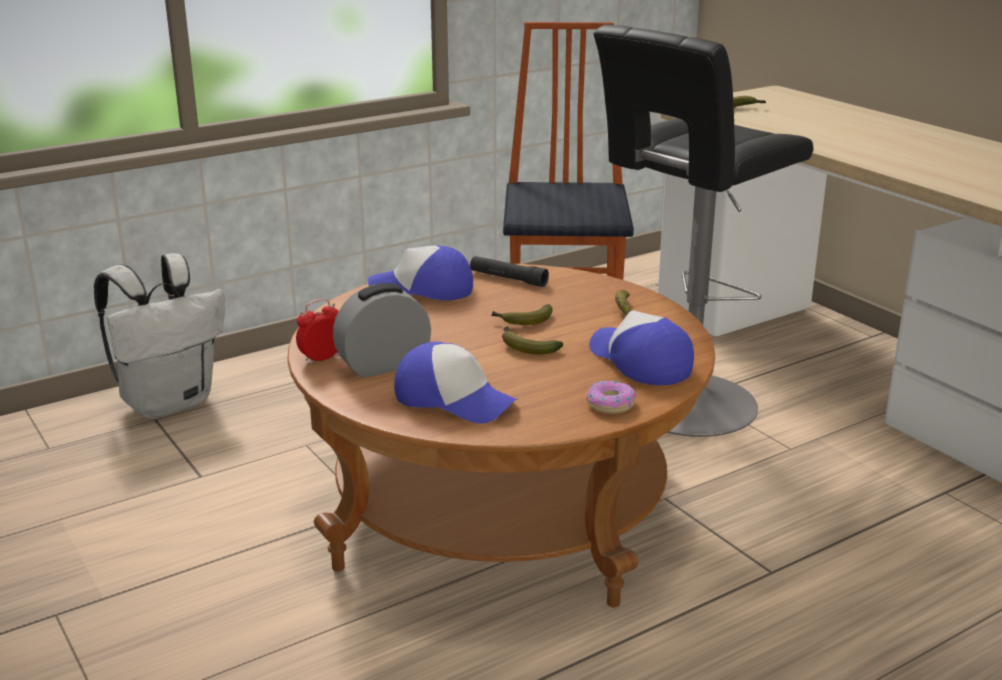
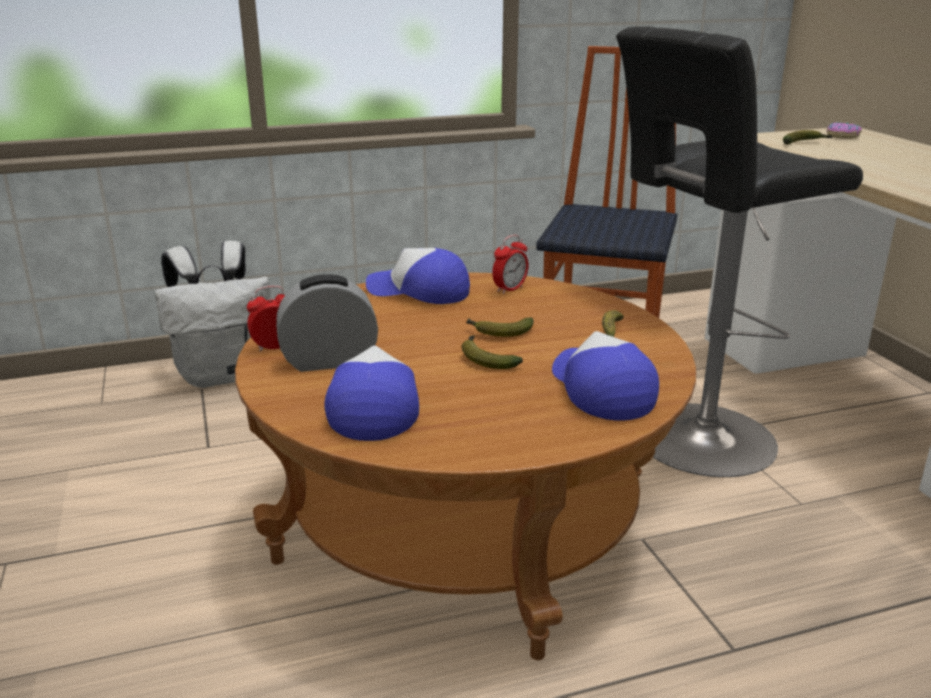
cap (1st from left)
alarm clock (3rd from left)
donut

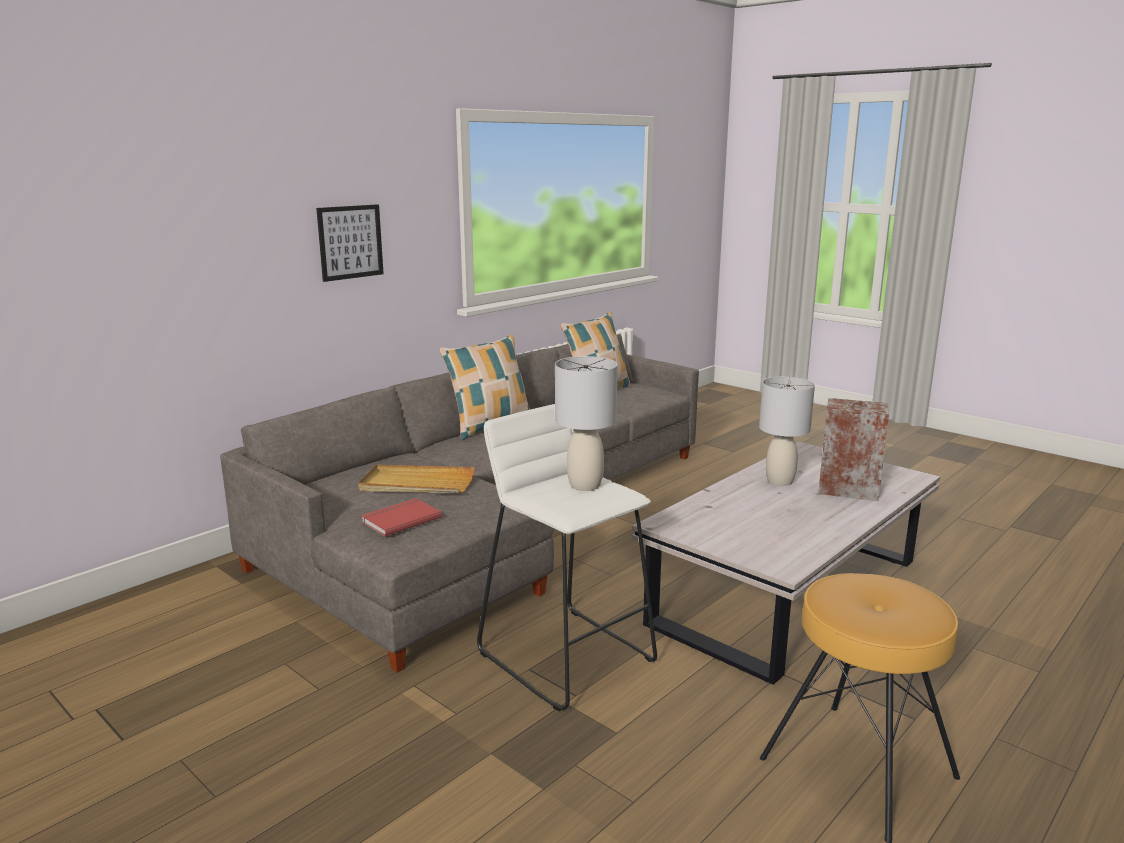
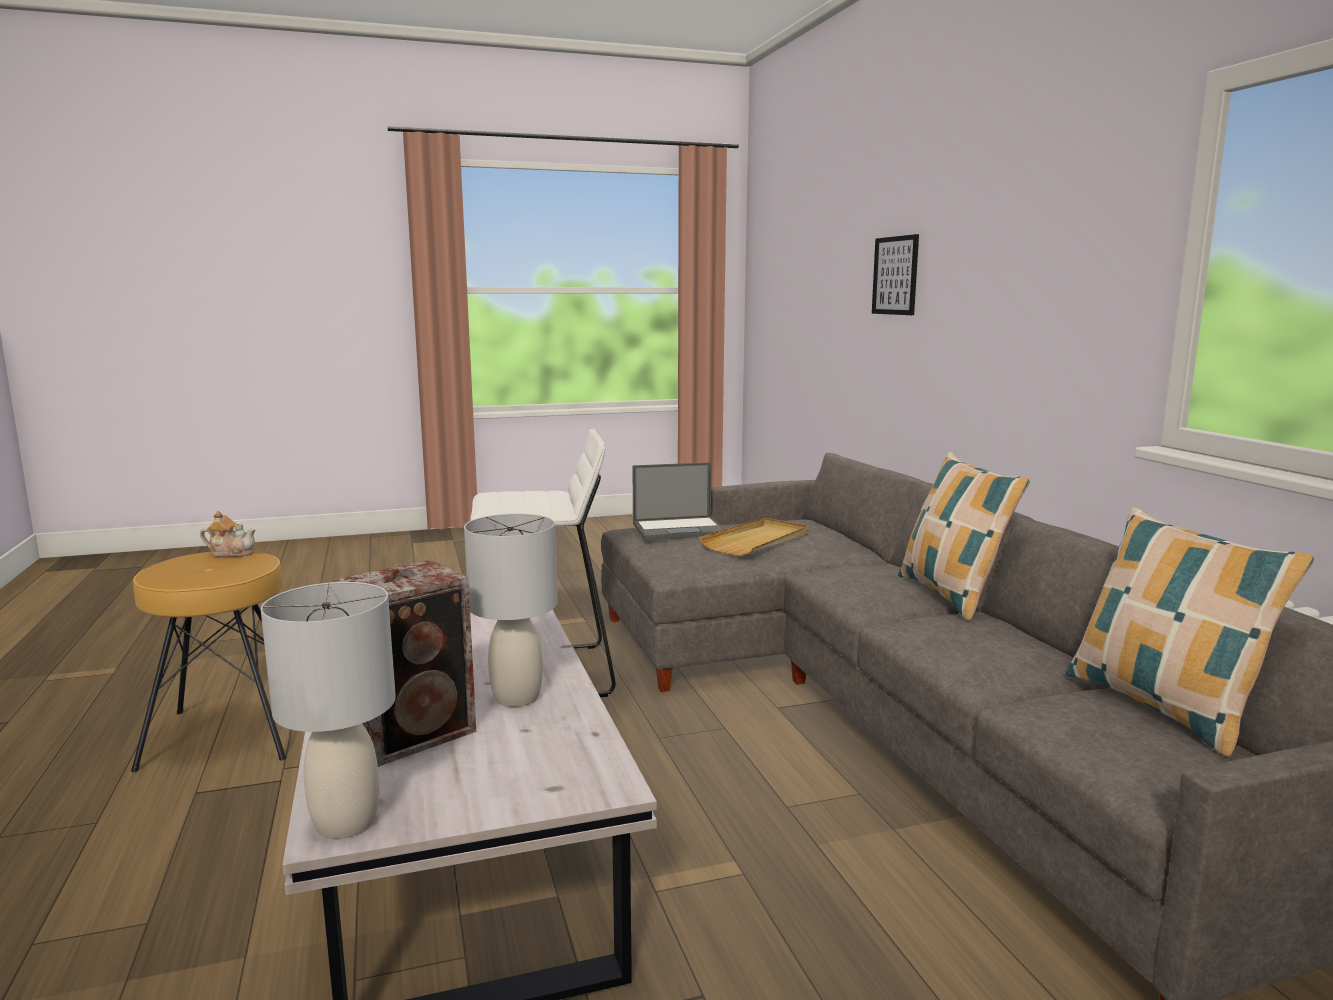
picture
laptop
grey table lamp (1st from left)
teapot

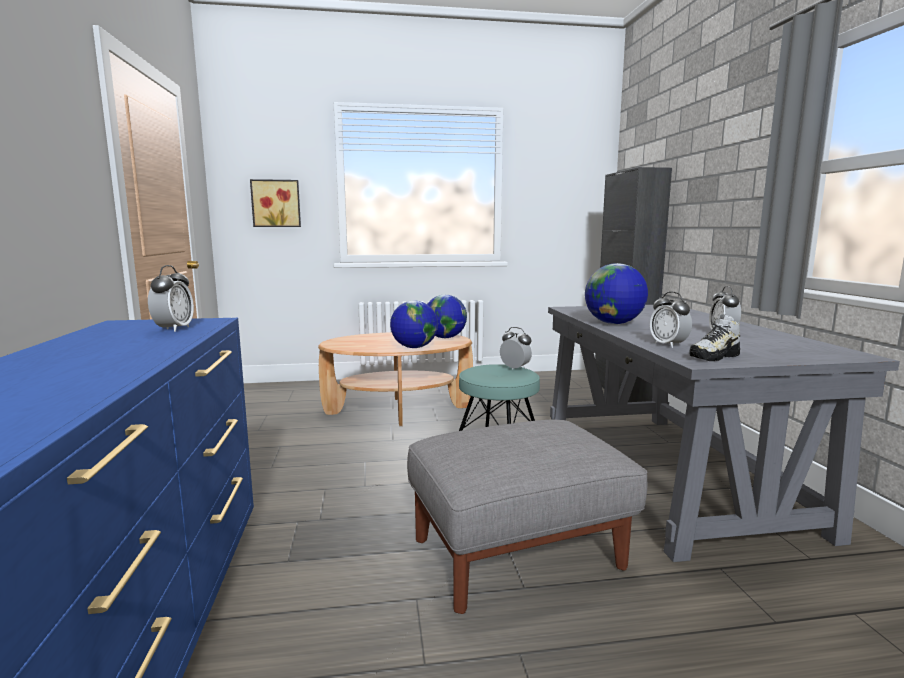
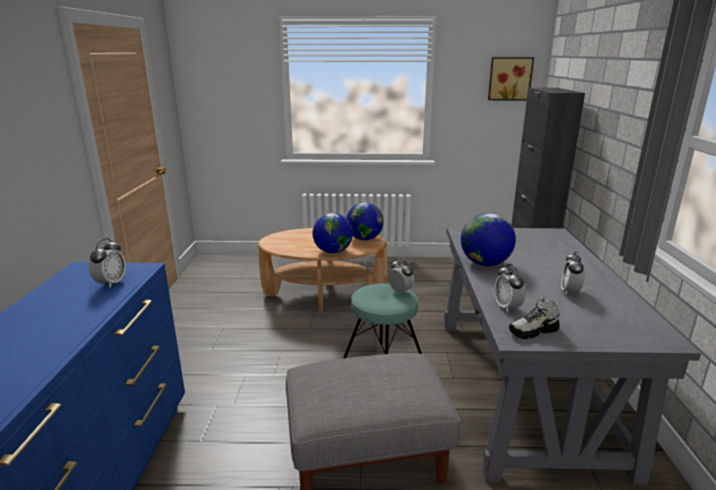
picture

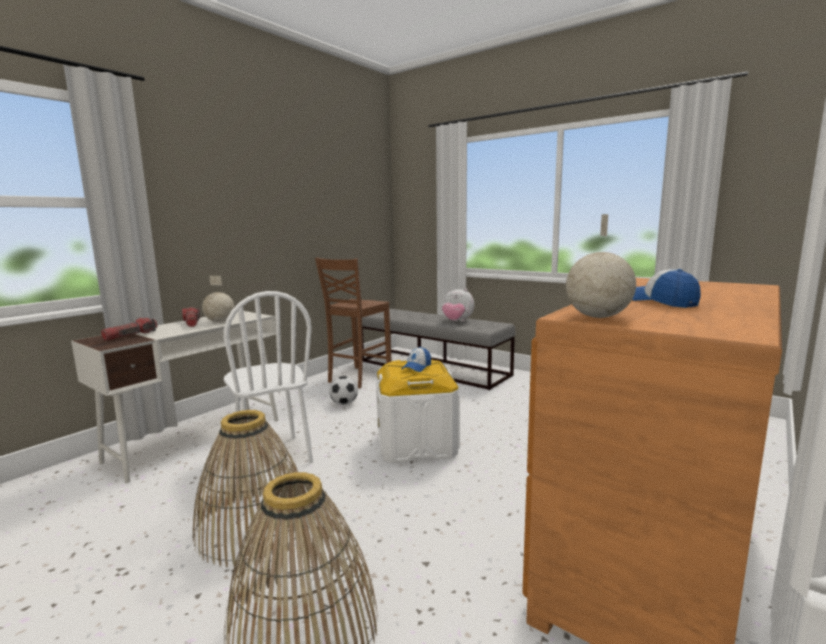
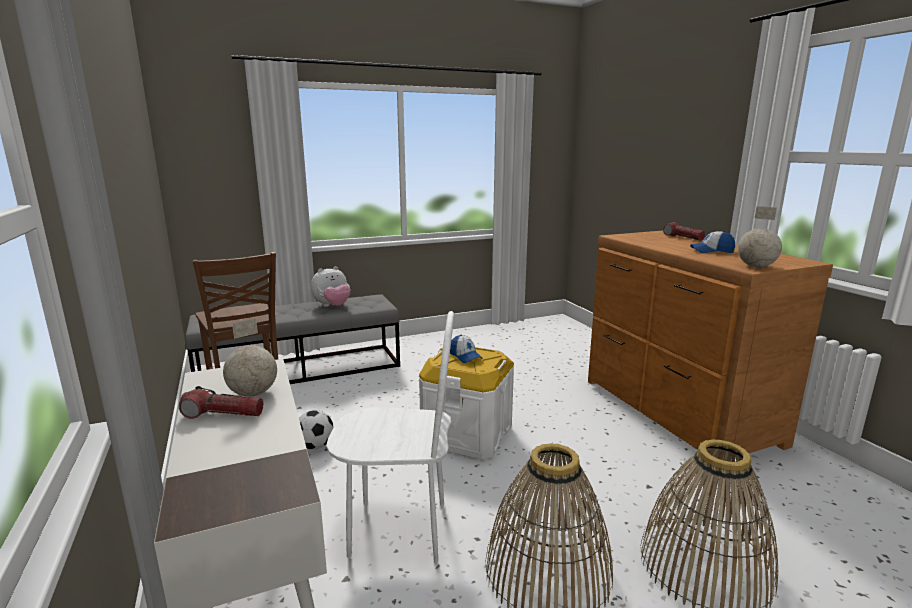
flashlight (2nd from left)

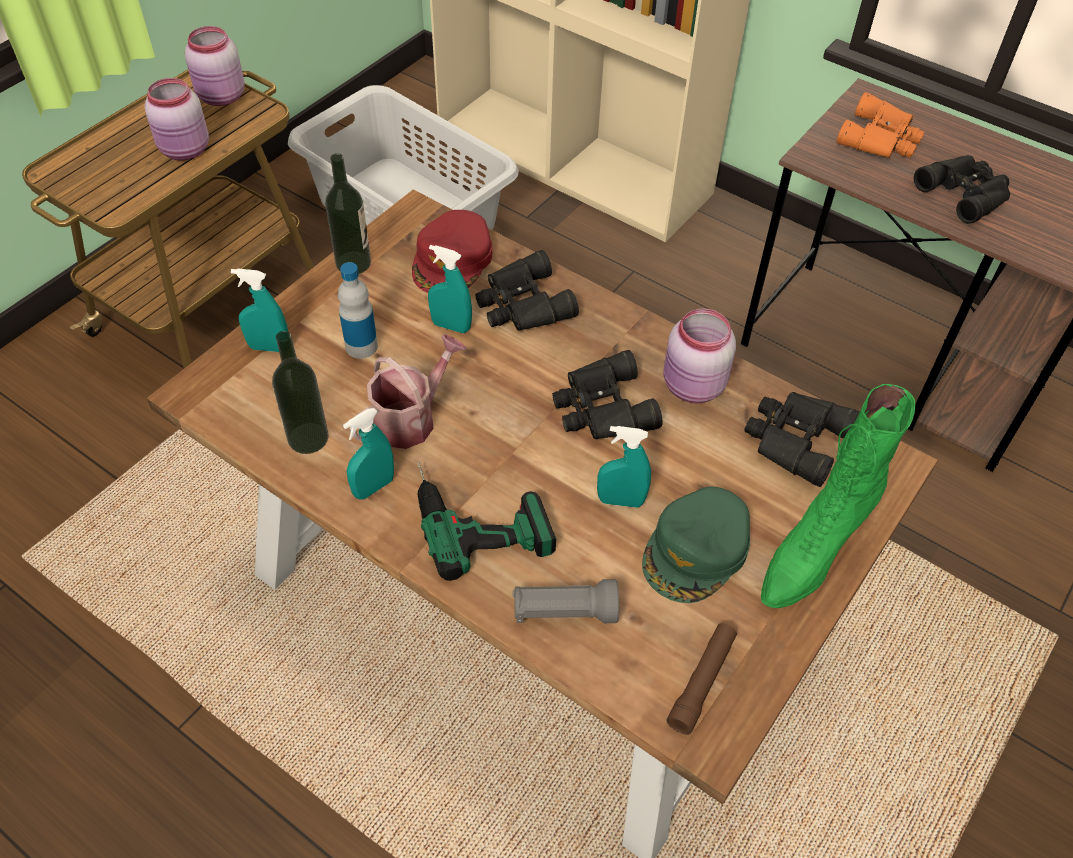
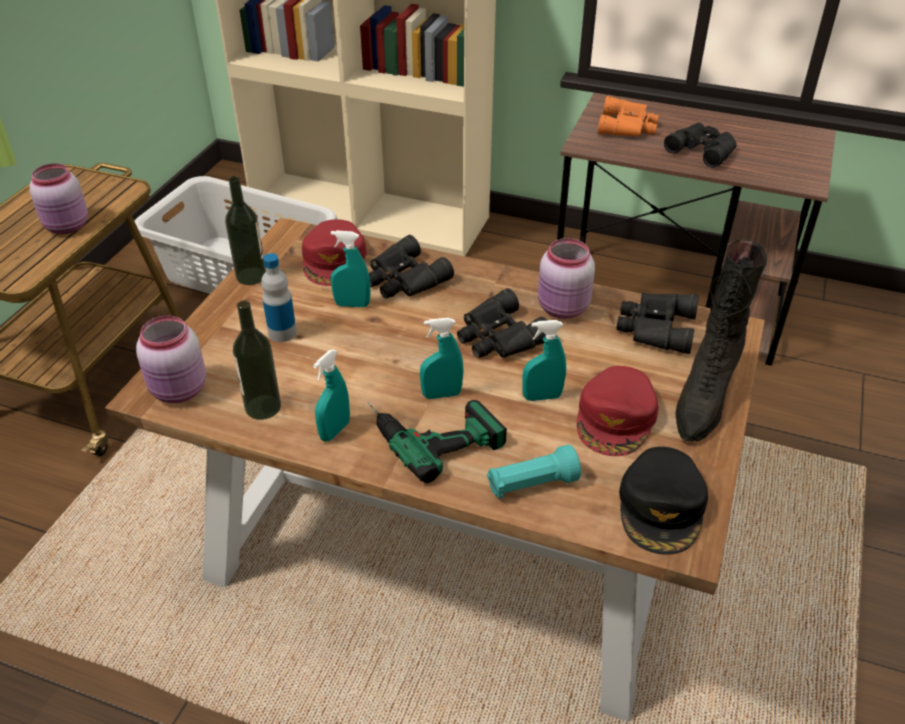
pink jar (2nd from left)
turquoise spray bottle (3rd from left)
watering can
turquoise flashlight
red cap (2nd from left)
black cap
black boot

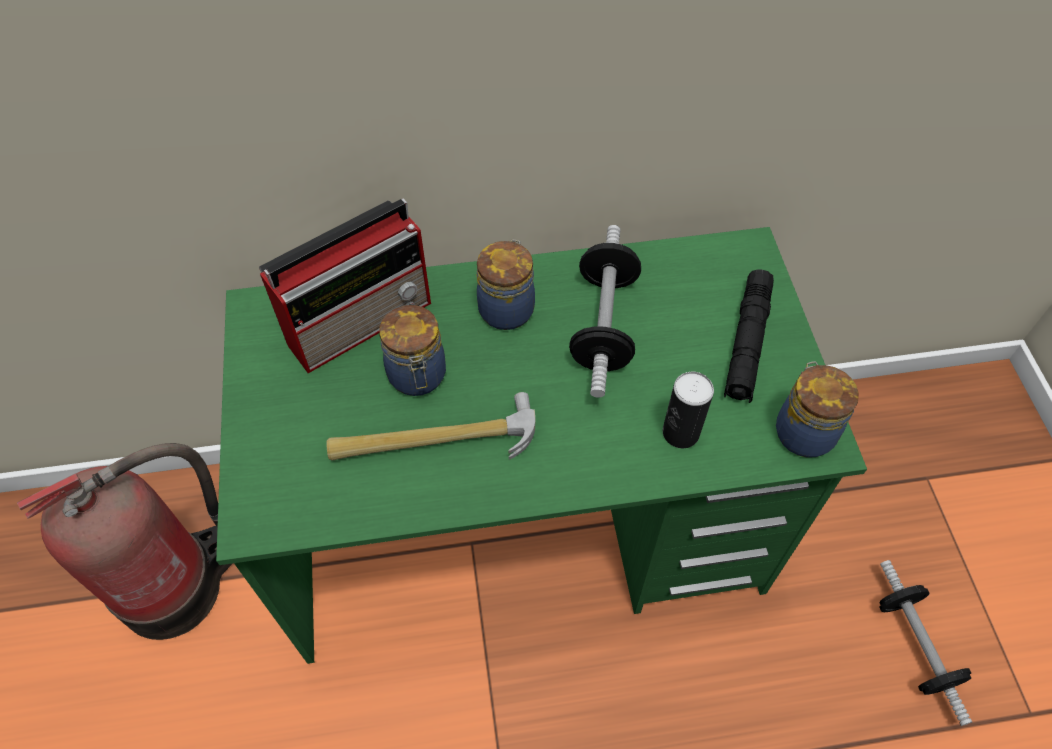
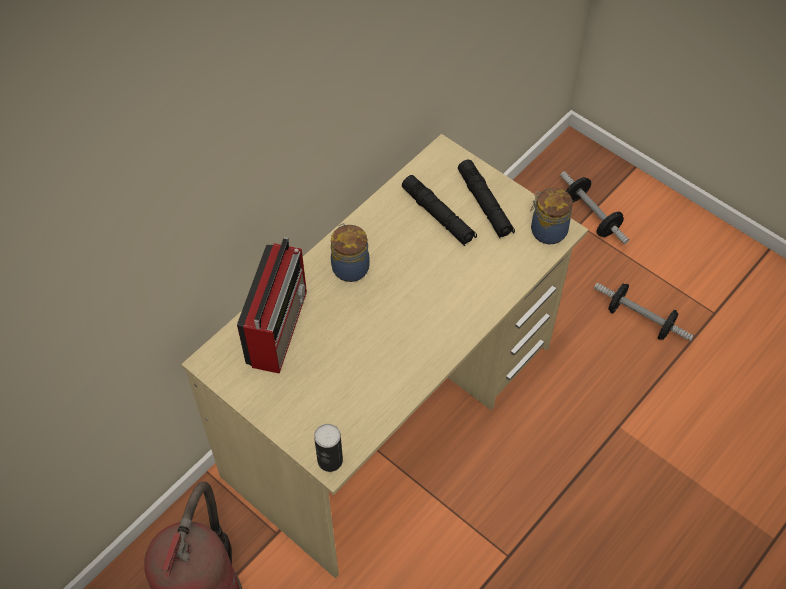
beige desk
hammer
jar (1st from left in the first image)
dumbbell (1st from left)
can
black flashlight (1st from left)

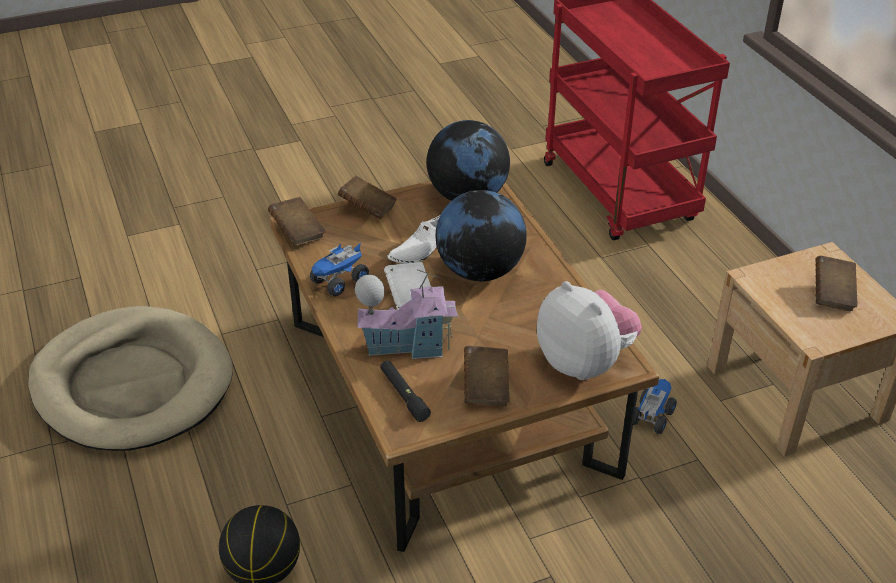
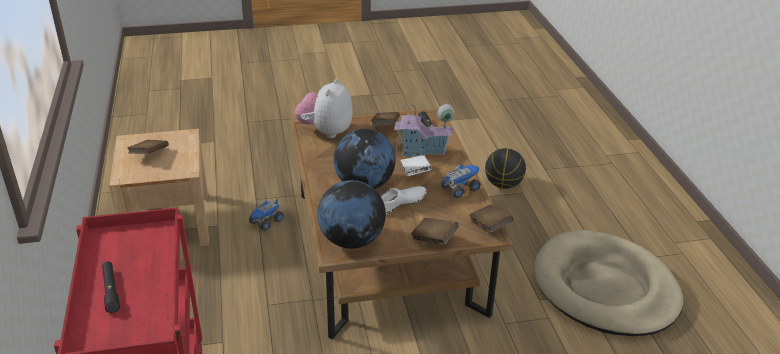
plush toy
black flashlight (1st from left)

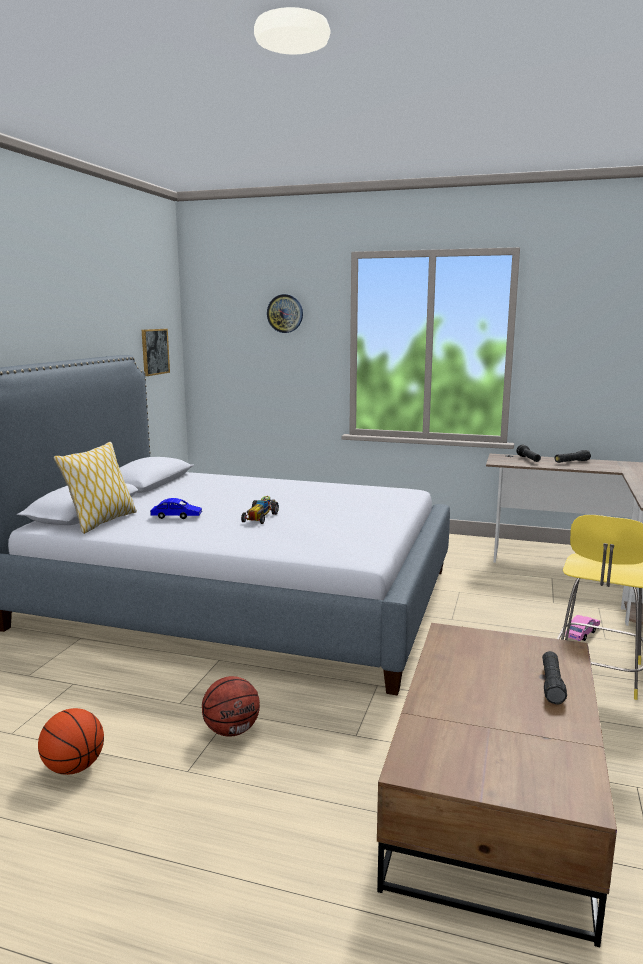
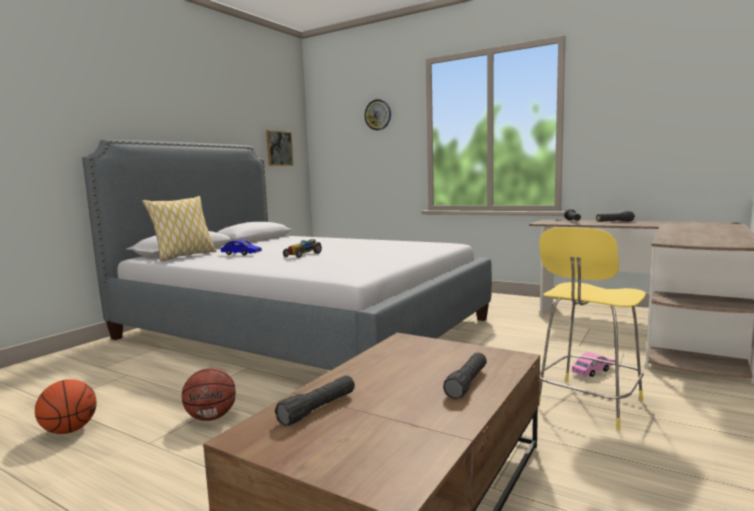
black flashlight (1st from left)

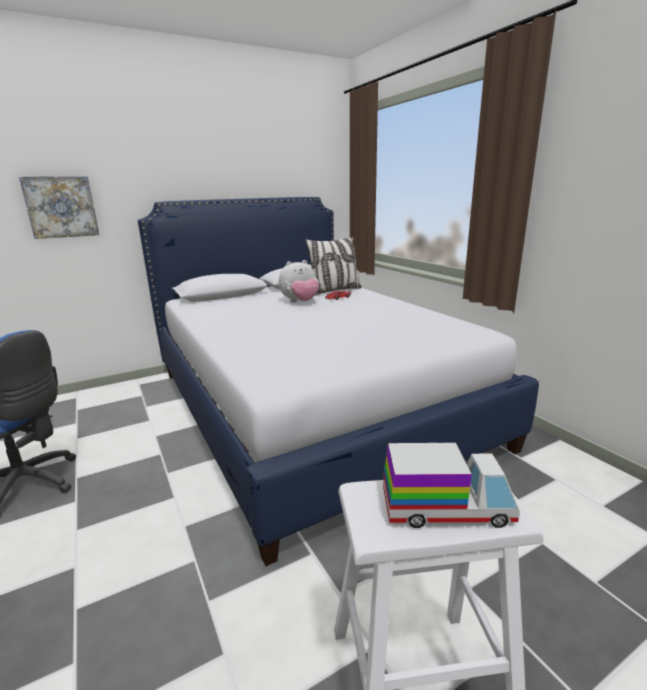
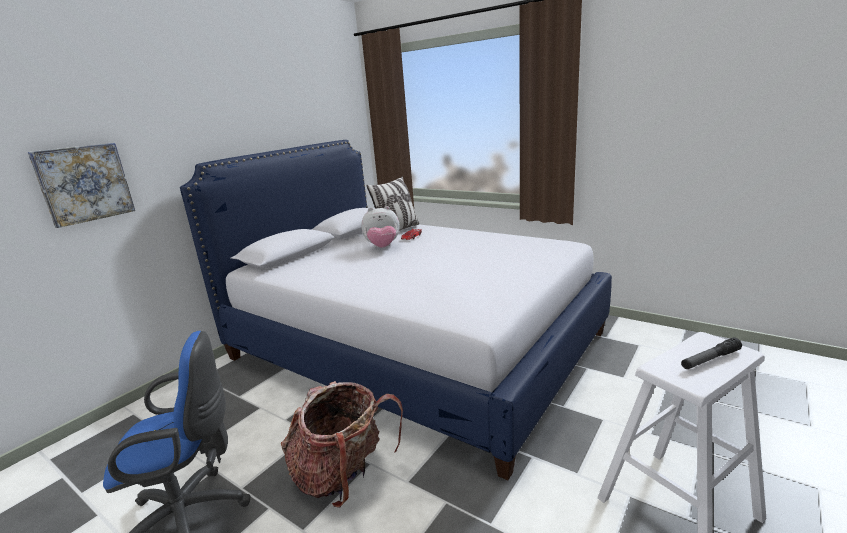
plush toy
flashlight
backpack

